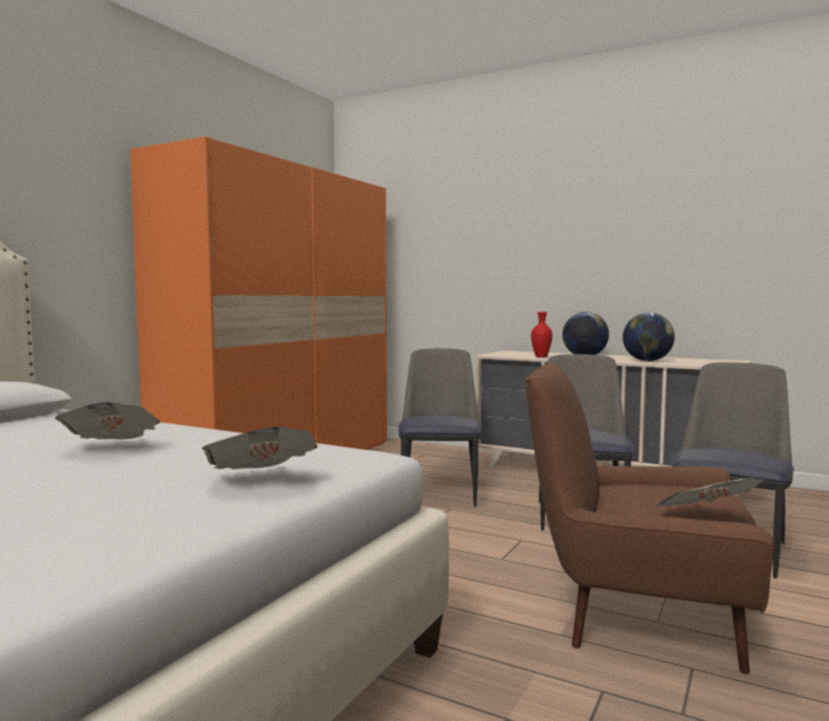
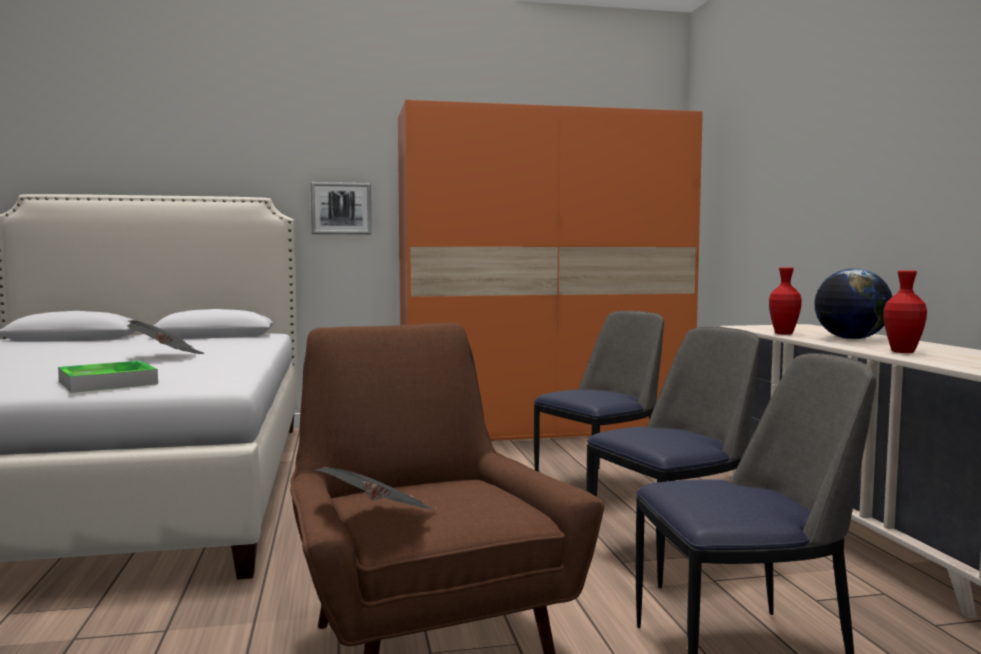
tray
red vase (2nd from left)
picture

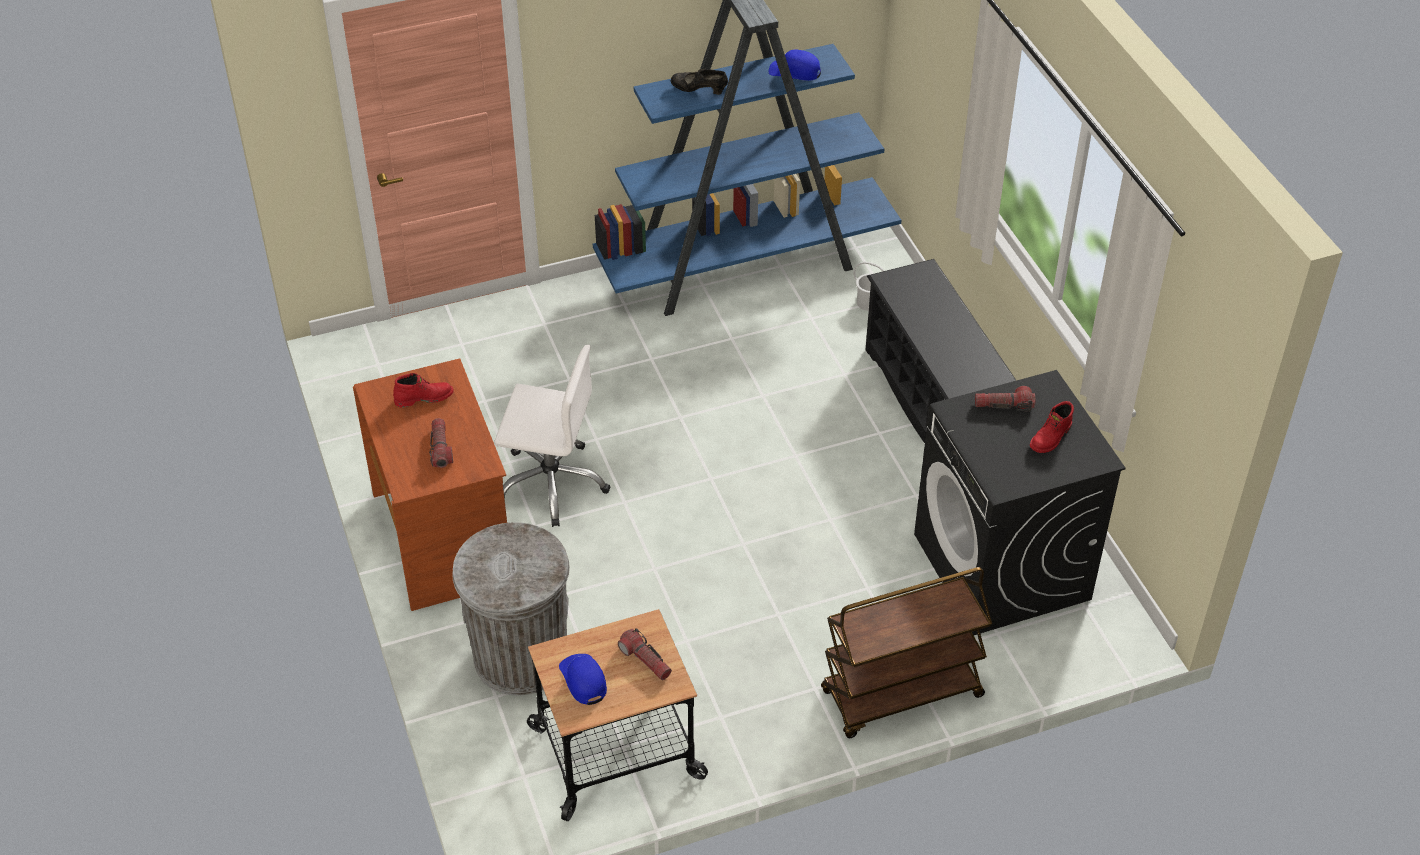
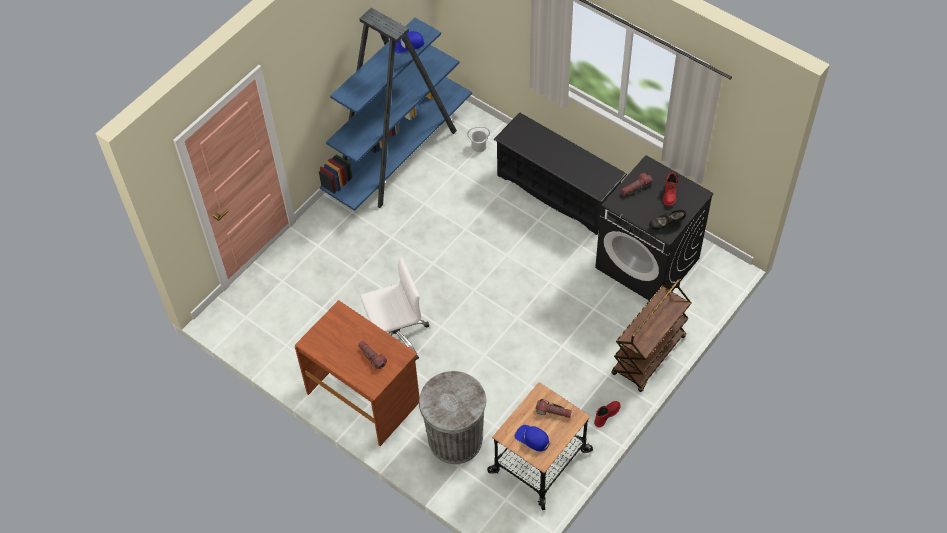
red boot (1st from left)
black shoe

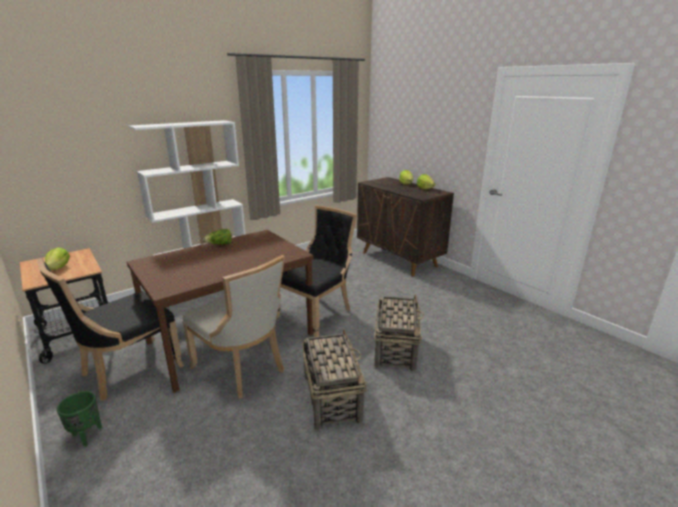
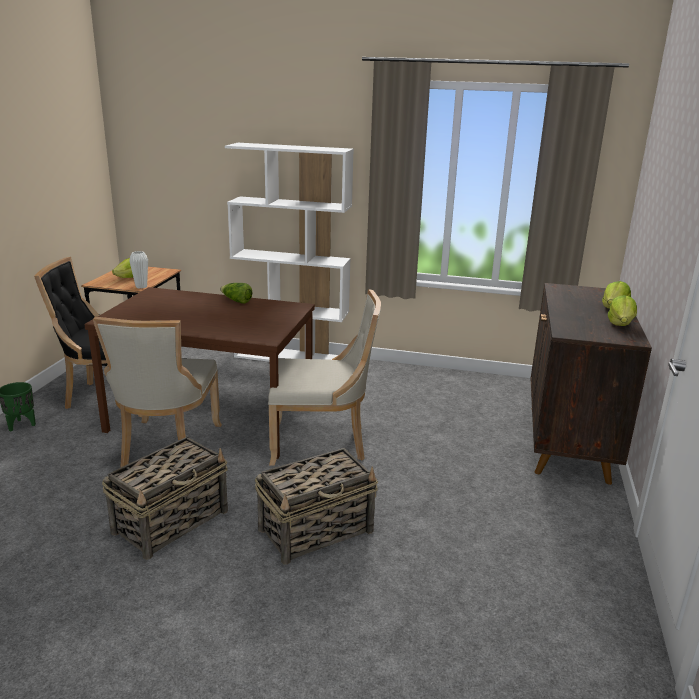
beige chair (2nd from left)
white vase

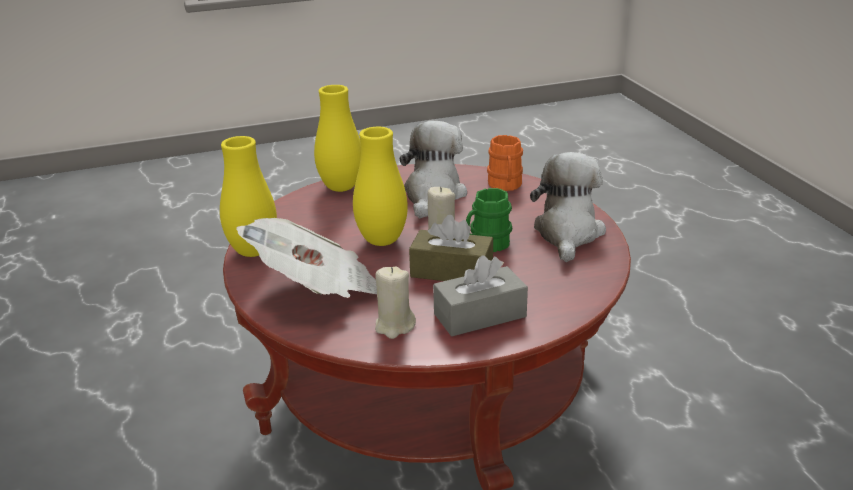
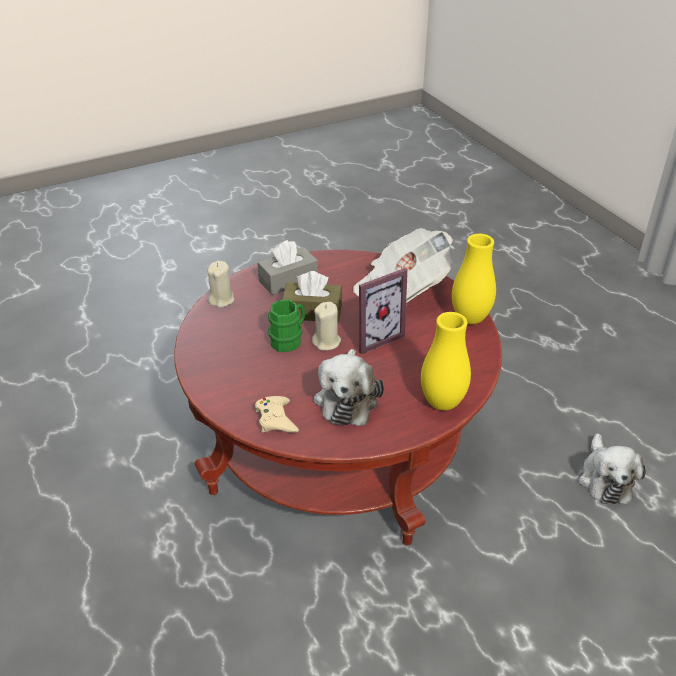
picture frame
beige candle (1st from left)
beige game controller
plush toy (2nd from left)

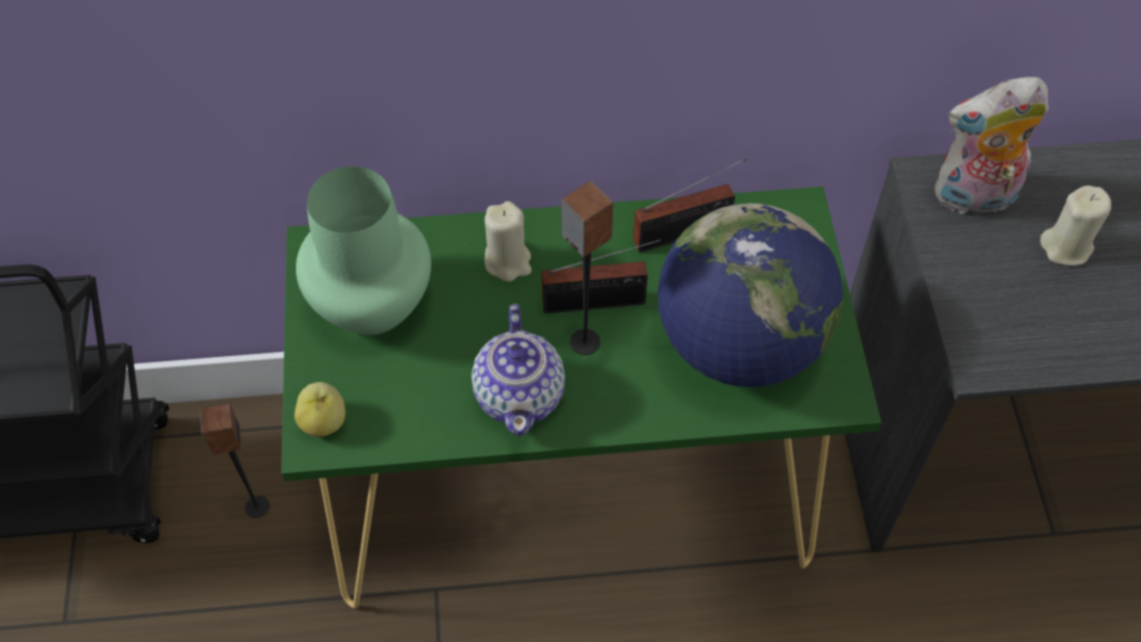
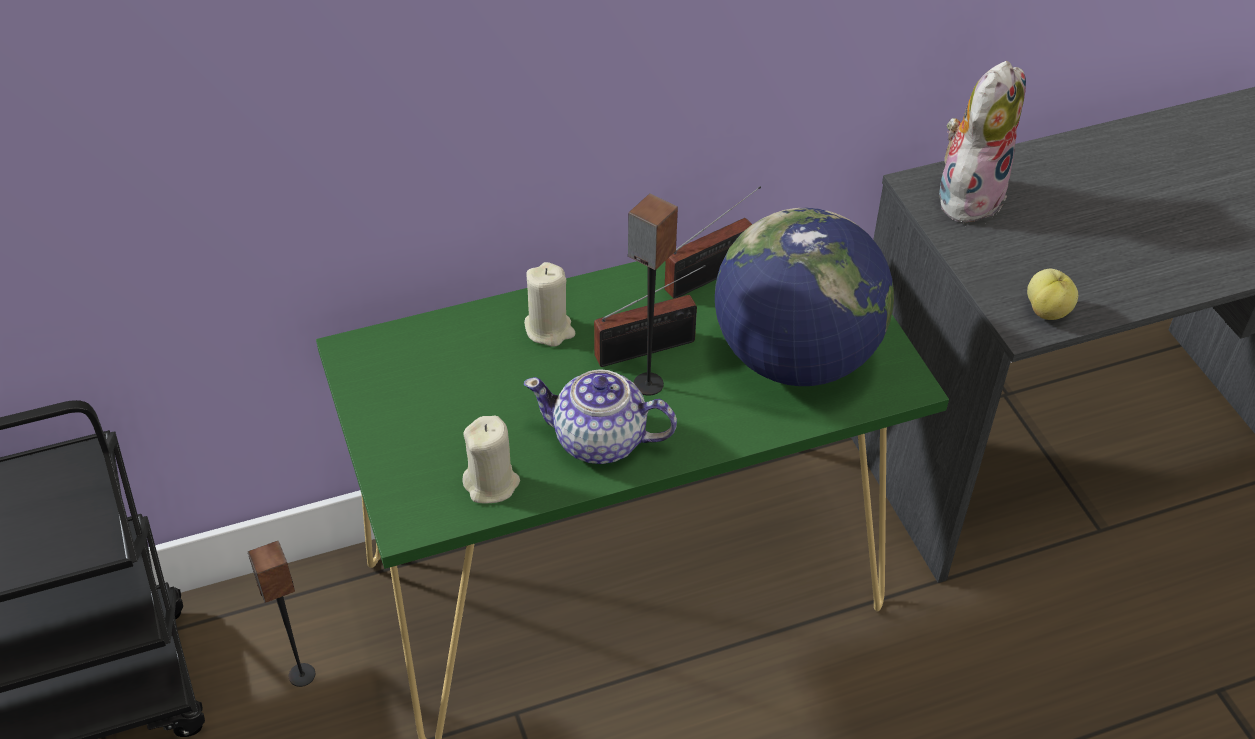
apple
green vase
teapot
plush toy
beige candle (1st from left)

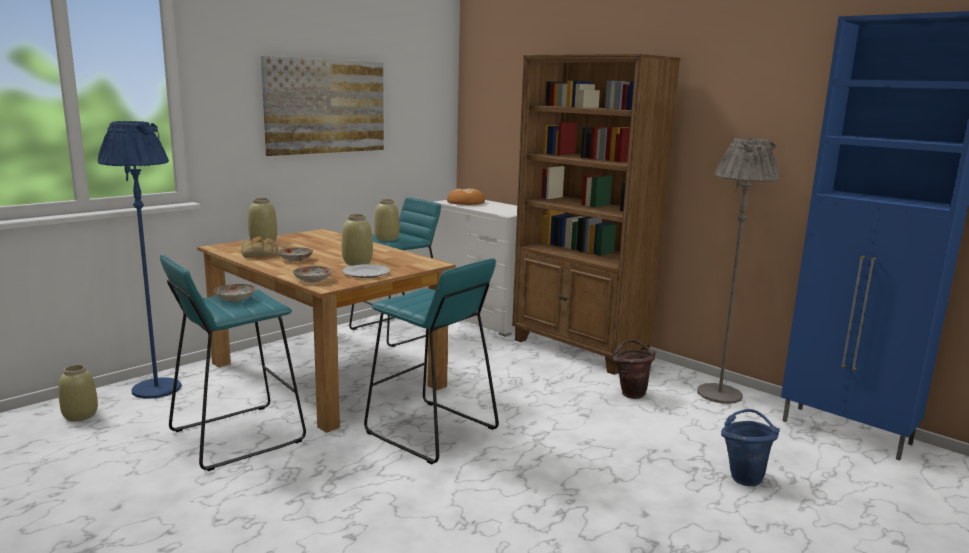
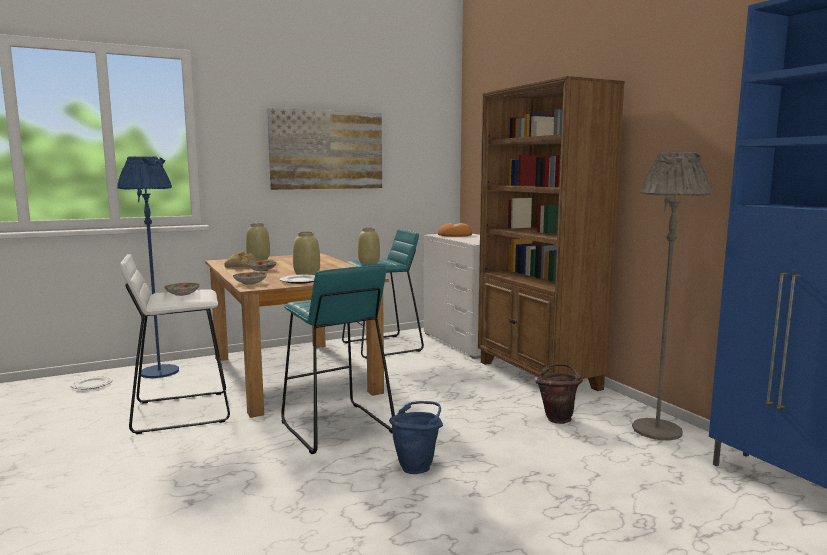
plate (1st from left)
white stool
blue bucket

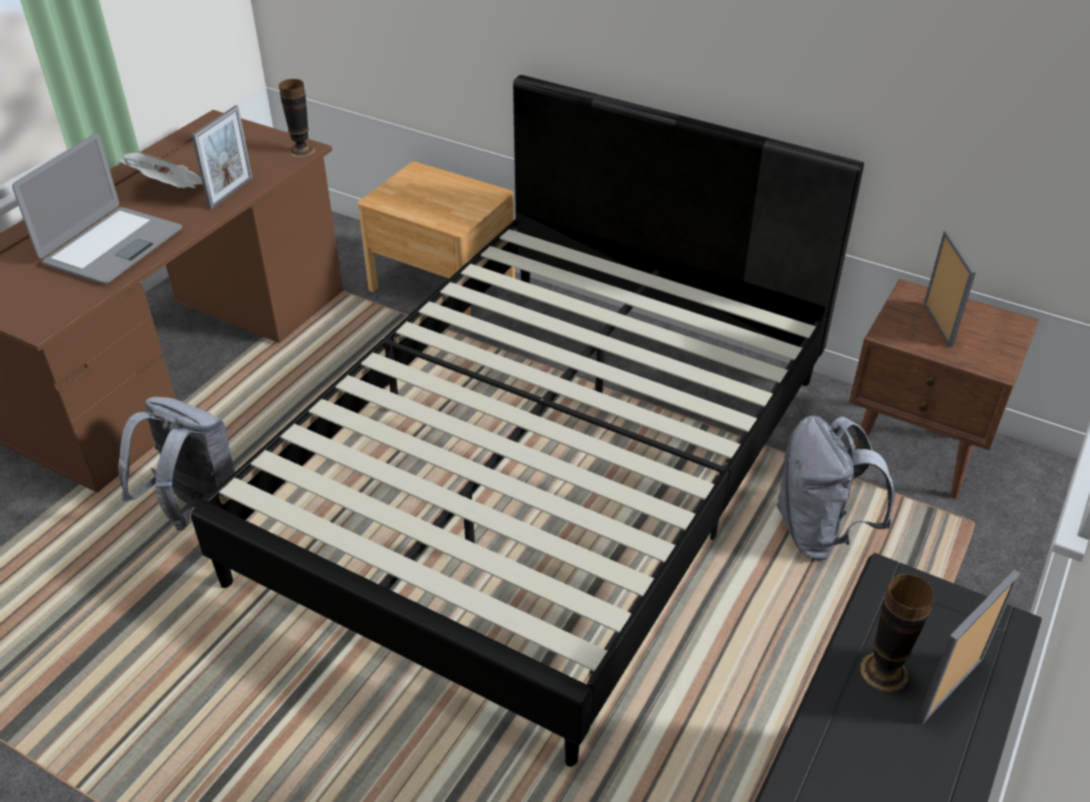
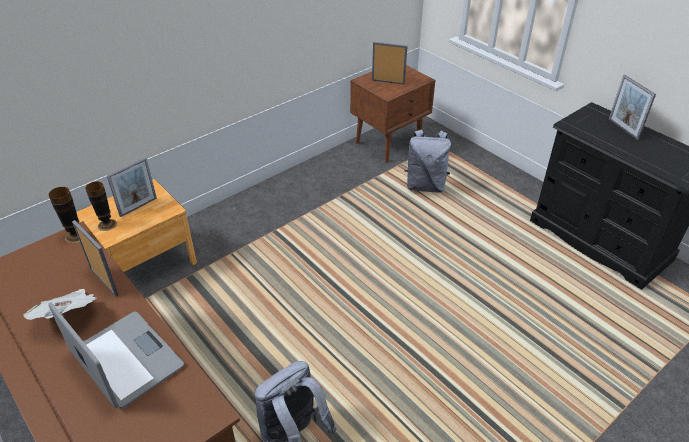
black bed
vase (2nd from left)
picture frame (2nd from left)

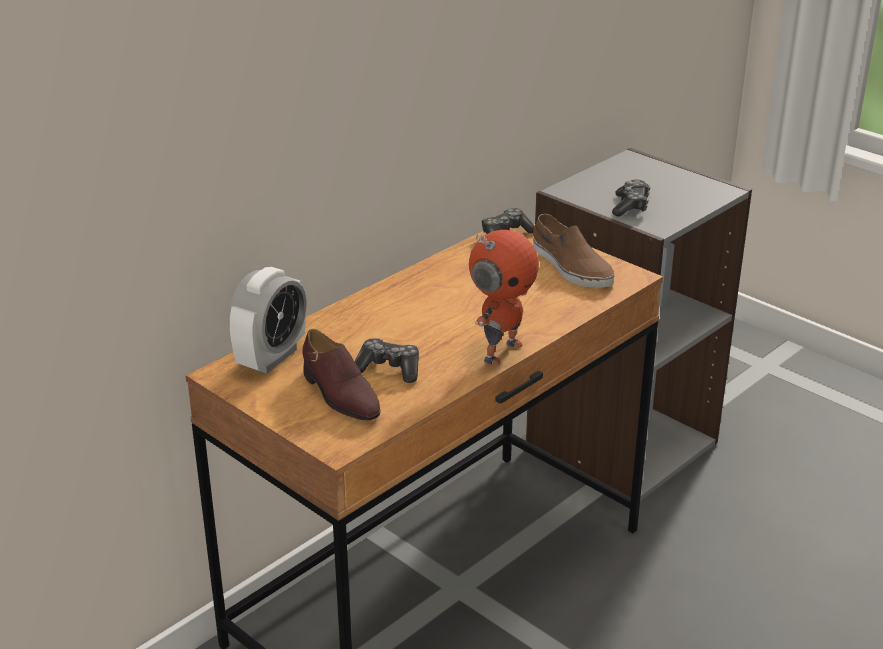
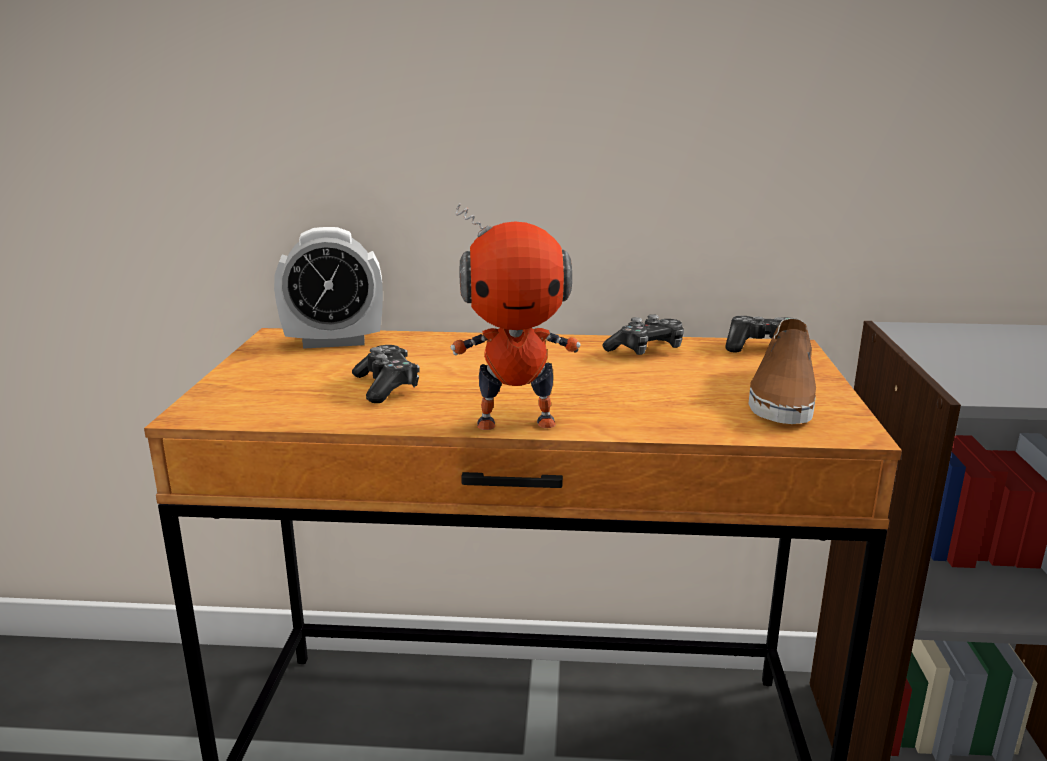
brown shoe (1st from left in the first image)
game controller (2nd from left)

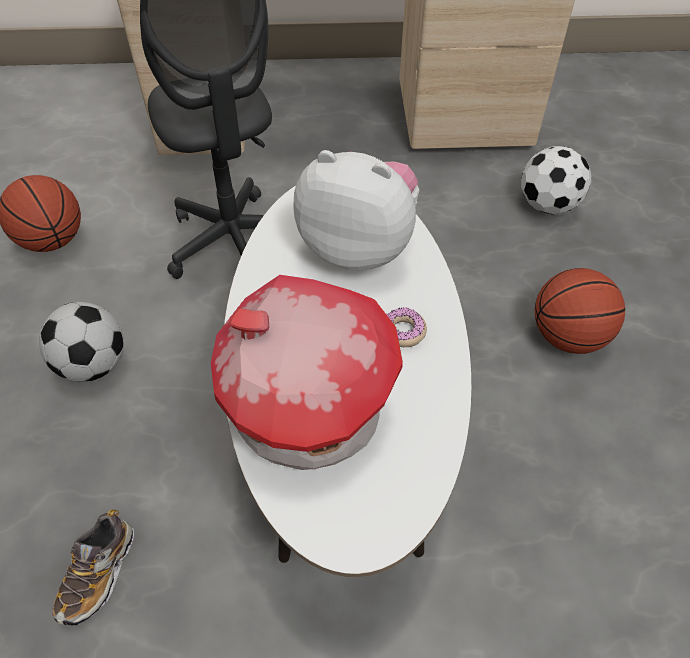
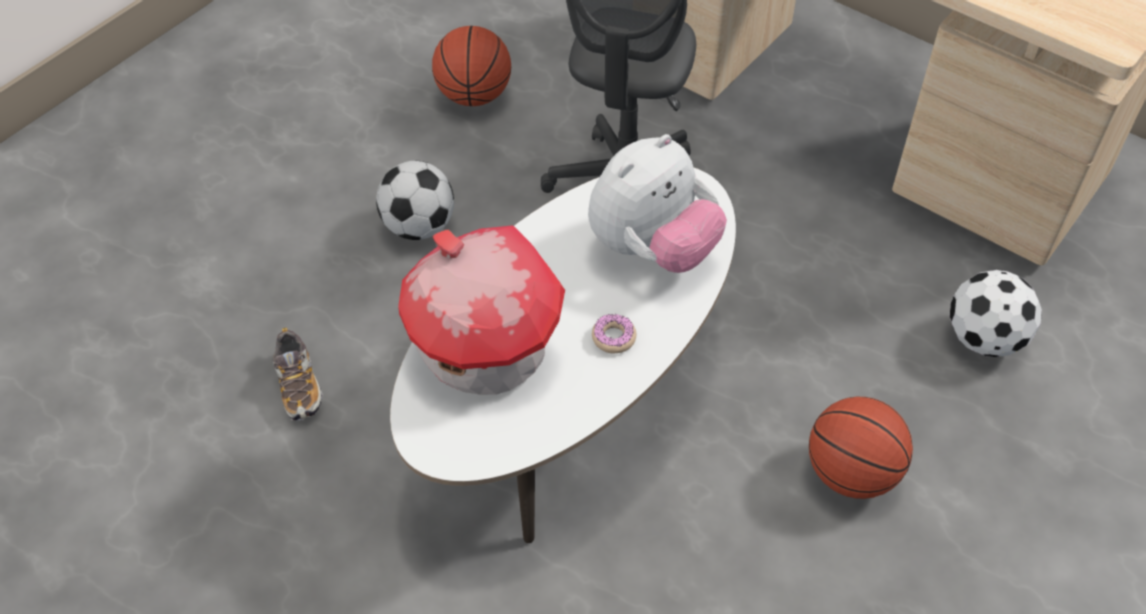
shoe
plush toy

